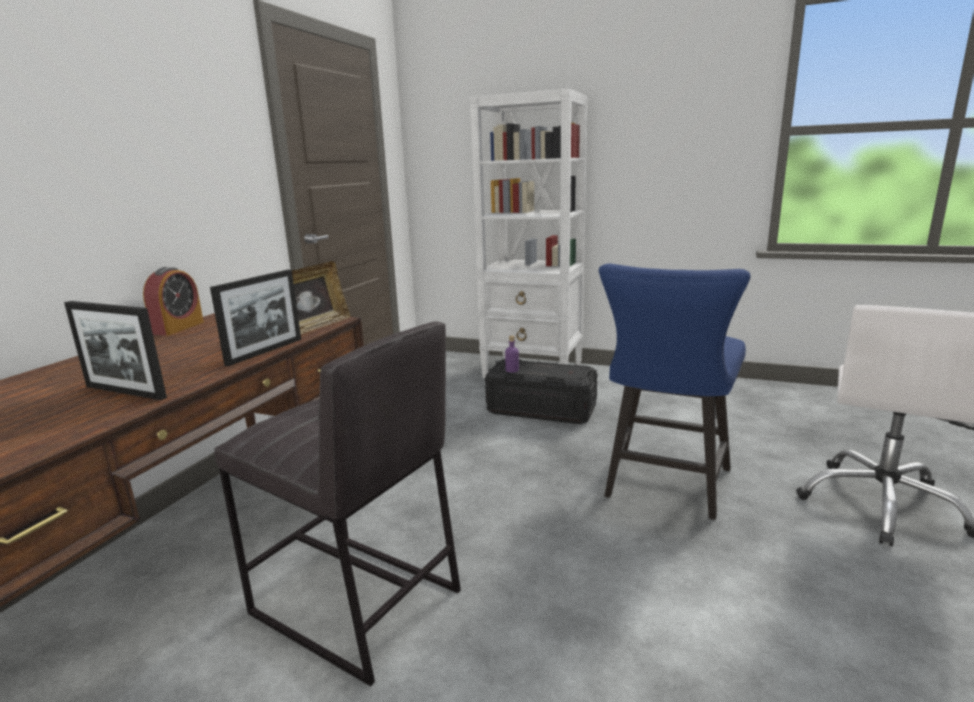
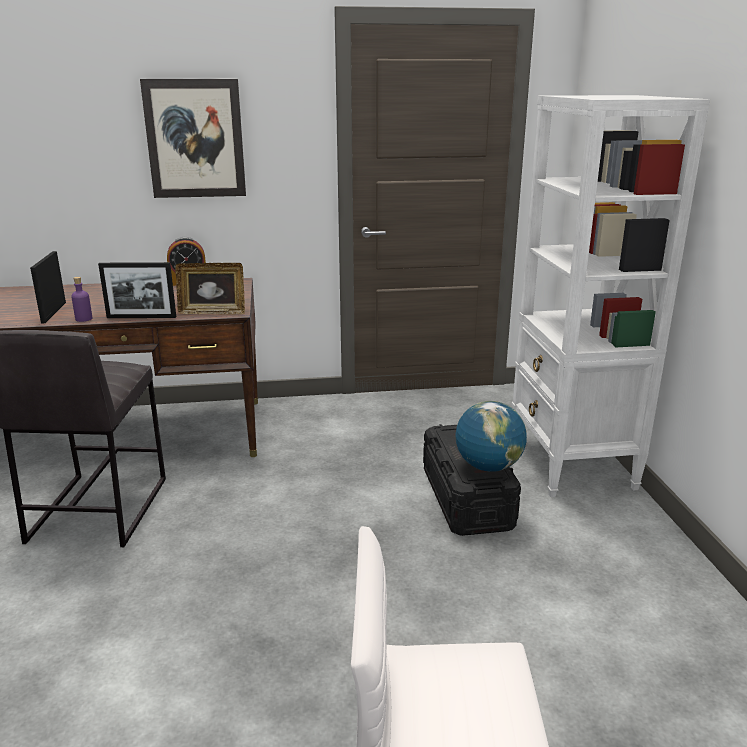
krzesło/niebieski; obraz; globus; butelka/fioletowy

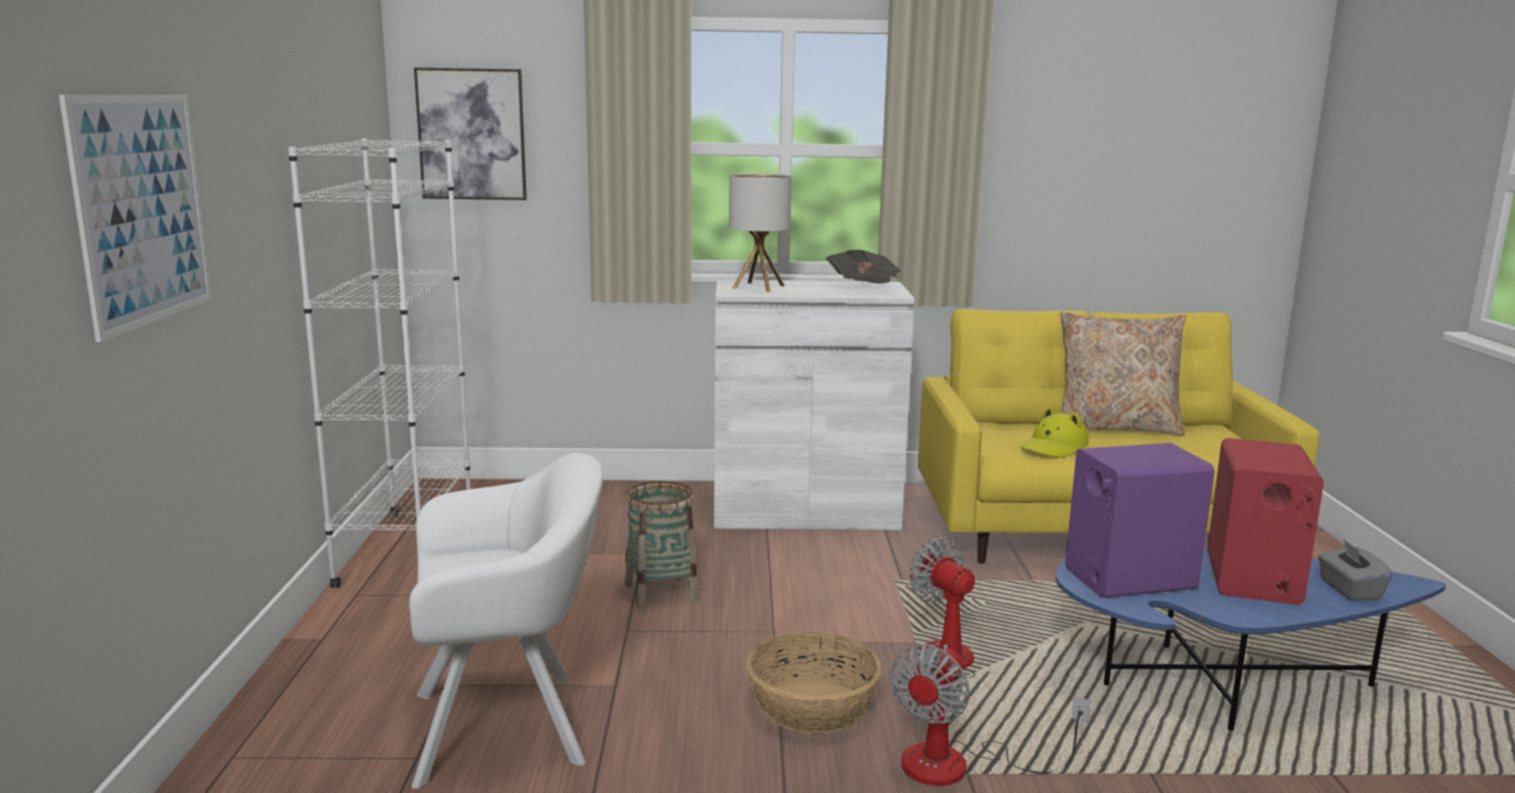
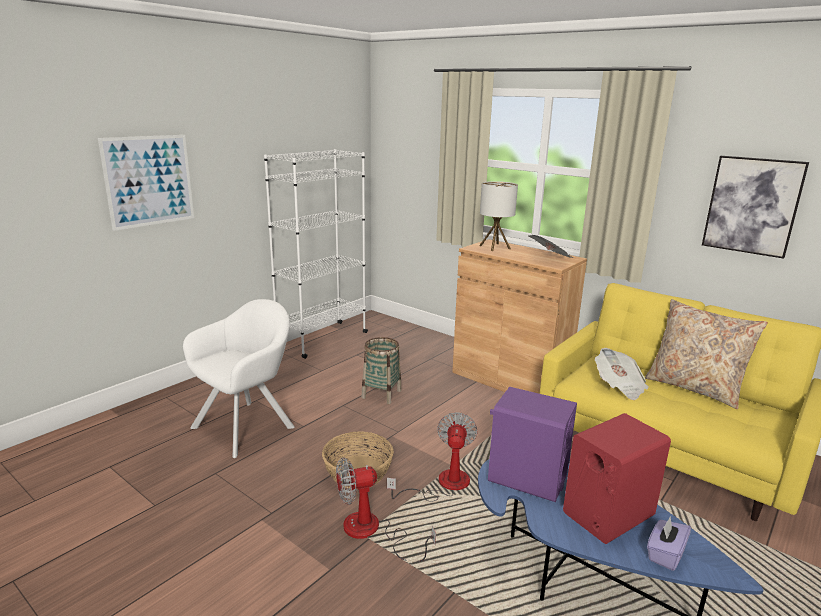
obraz (no. 2 from left); gazeta (no. 2 from left); szafka/brązowy; pudełko chusteczek/fioletowy; fotel/biały

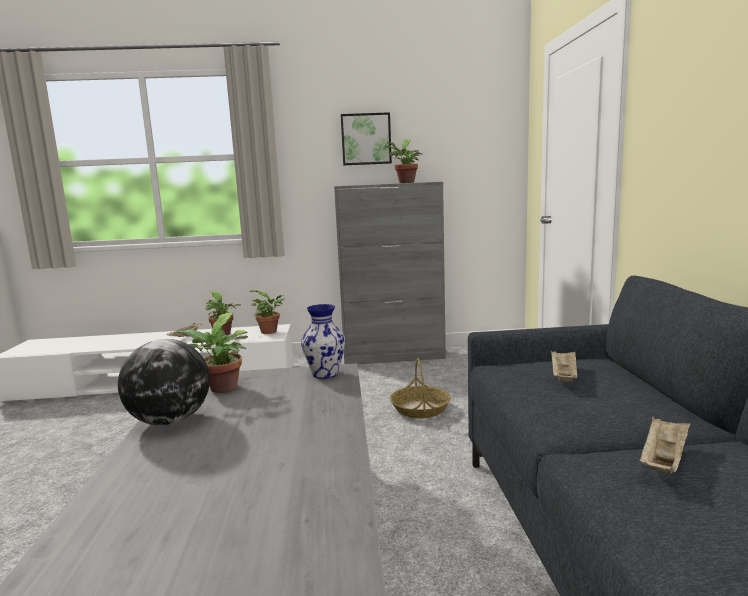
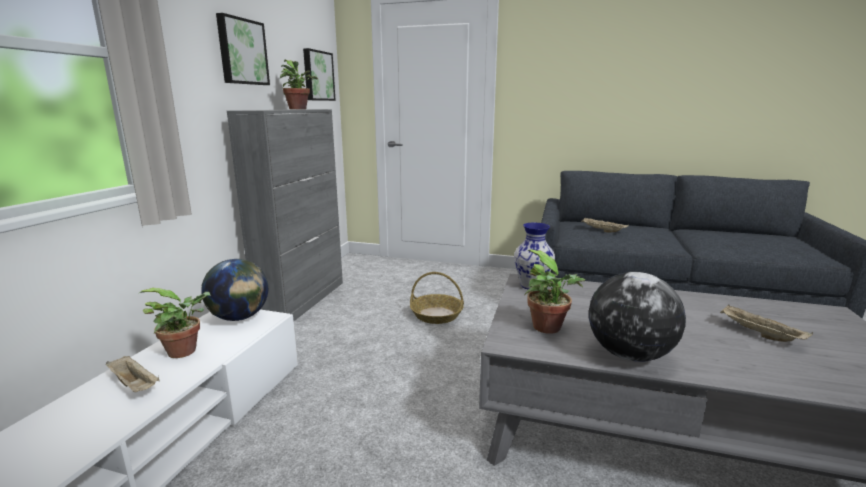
obraz (no. 2 from left); taca/beżowy (no. 3 from left); globus (no. 1 from left)

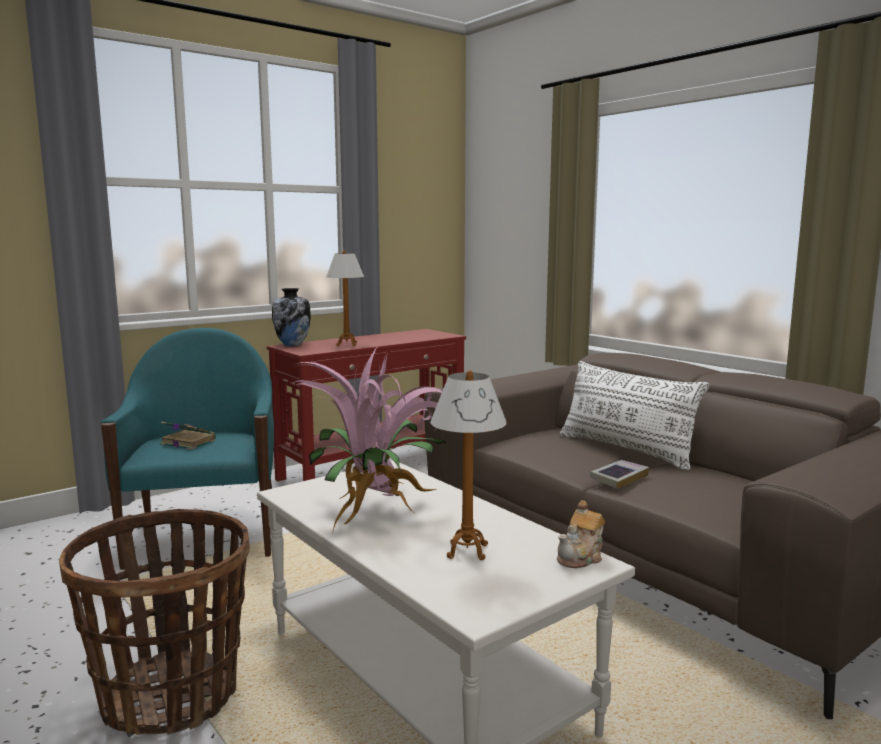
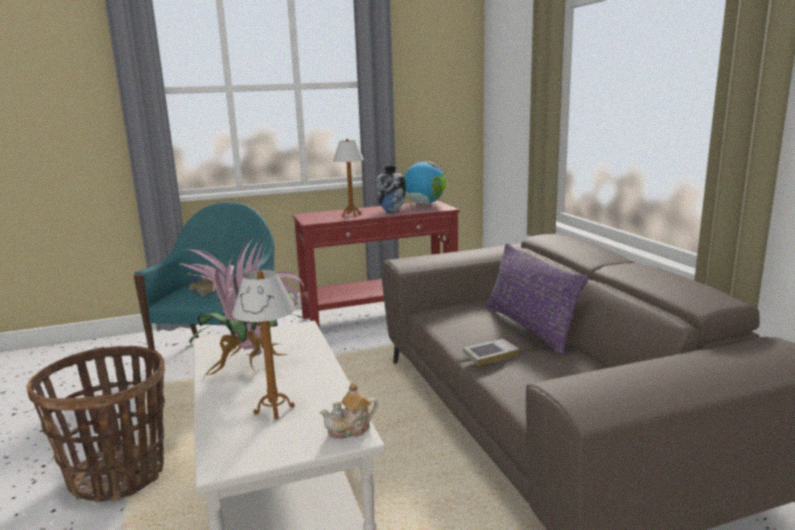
globus; wazon; poduszka/fioletowy

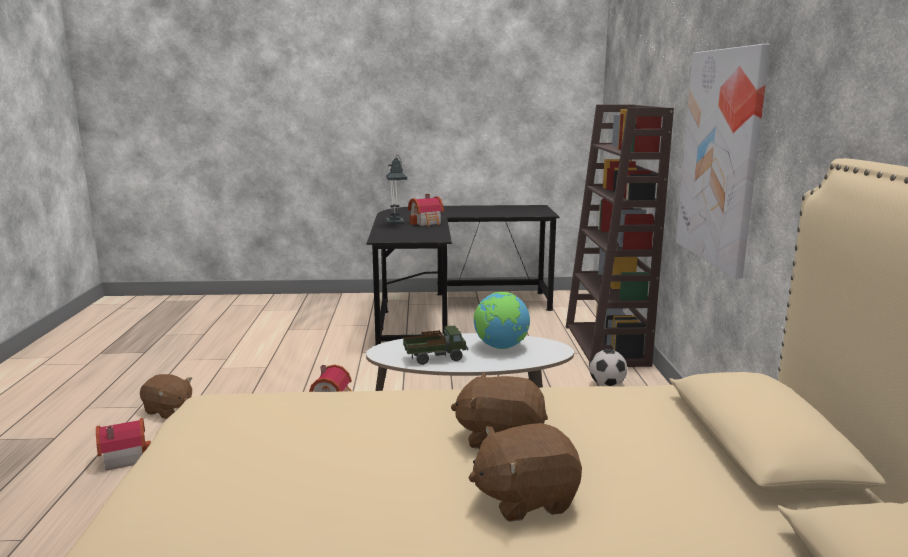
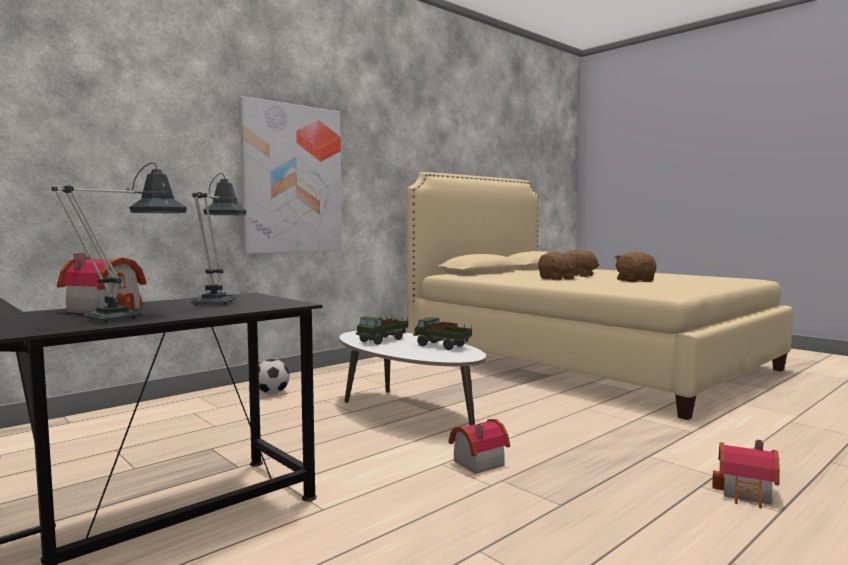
regał/brązowy; lampa stołowa (no. 2 from left); pluszak/brązowy (no. 3 from left); ciężarówka zabawkowa (no. 1 from left)

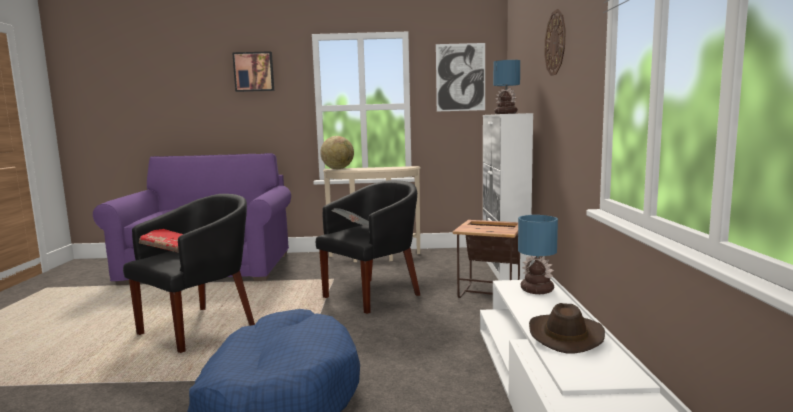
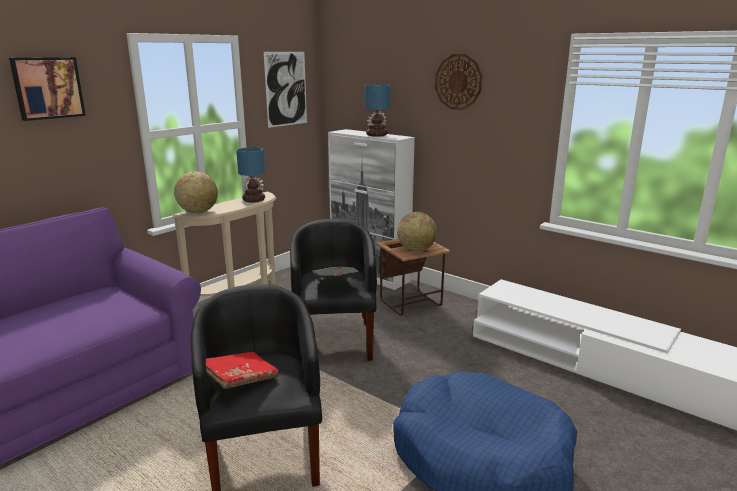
kapelusz/brązowy; globus (no. 2 from left); lampa stołowa (no. 1 from left)

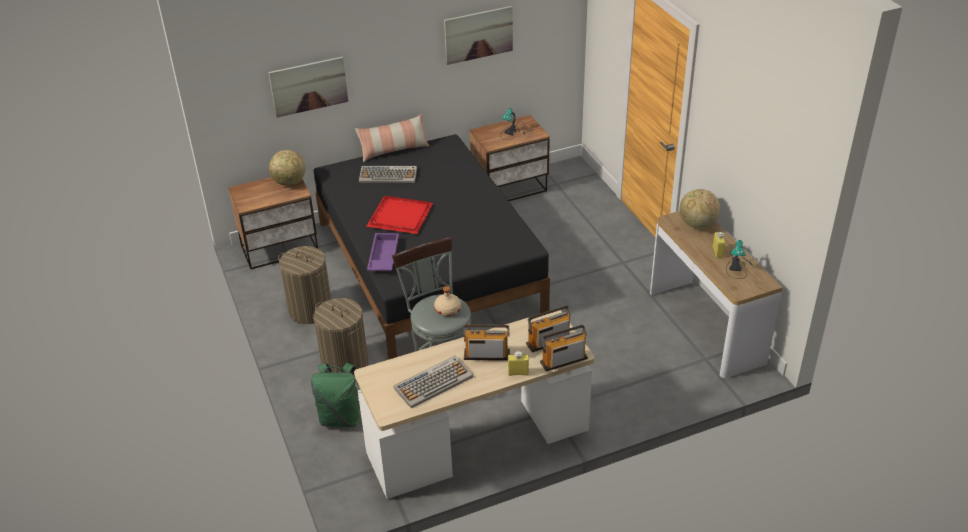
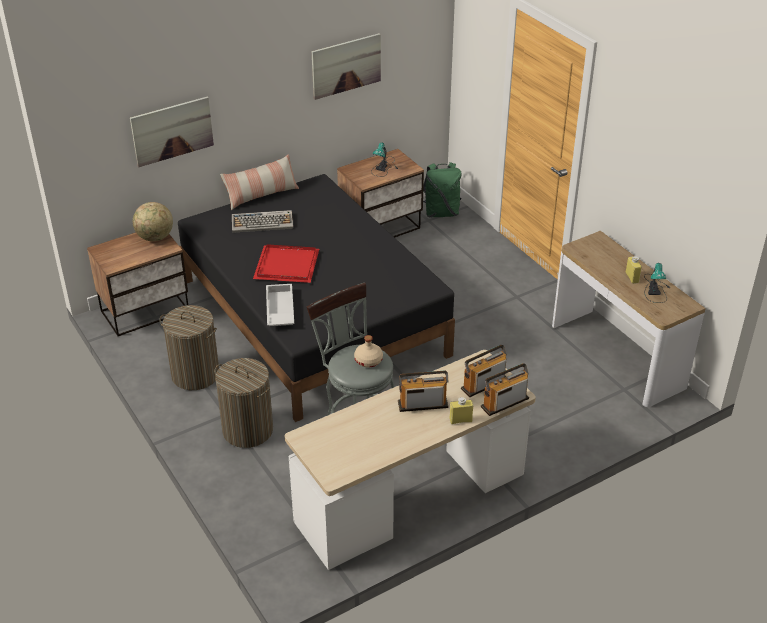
klawiatura (no. 2 from left in the first image); globus (no. 2 from left in the first image); plecak/zielony; taca/biały

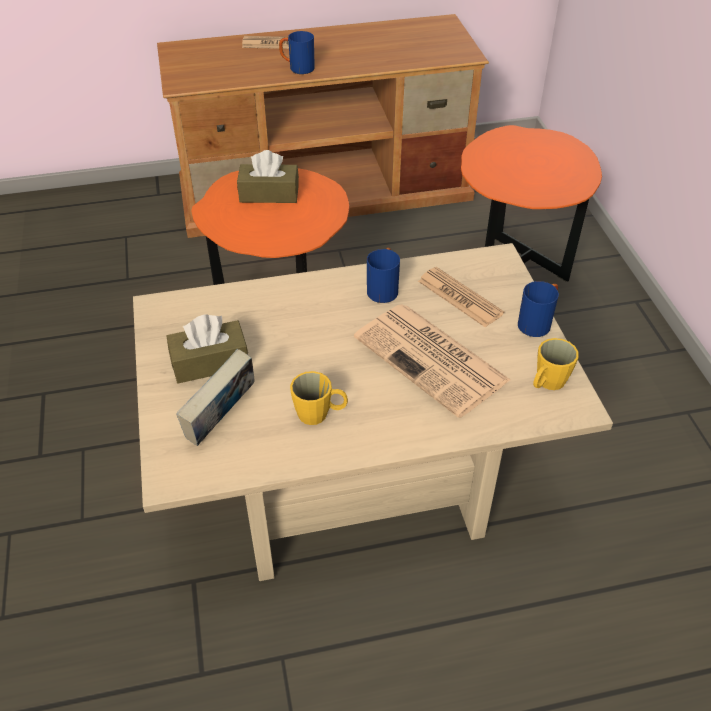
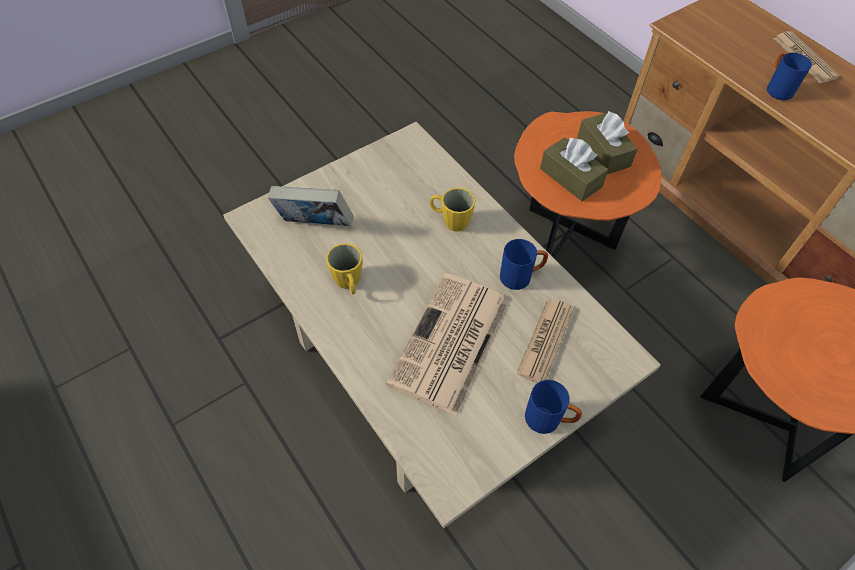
pudełko chusteczek/brązowy (no. 1 from left); kubek/żółty (no. 2 from left)

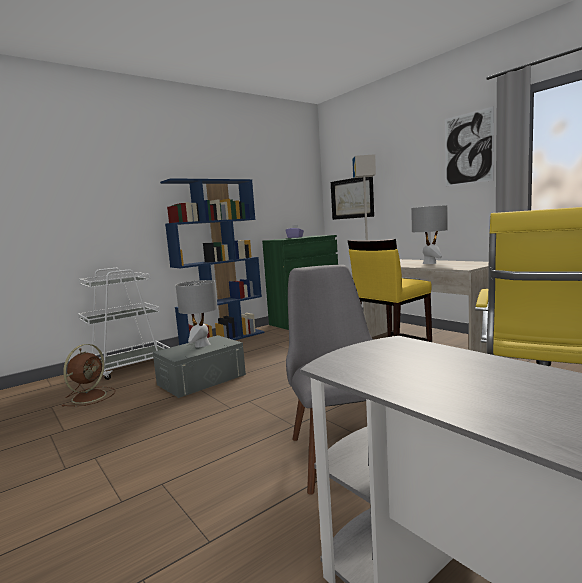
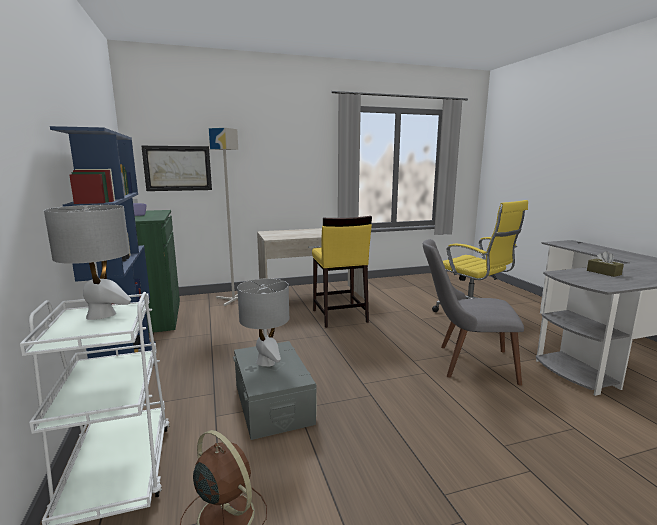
obraz (no. 2 from left in the first image); pudełko chusteczek/brązowy; lampa stołowa/szary (no. 1 from left)

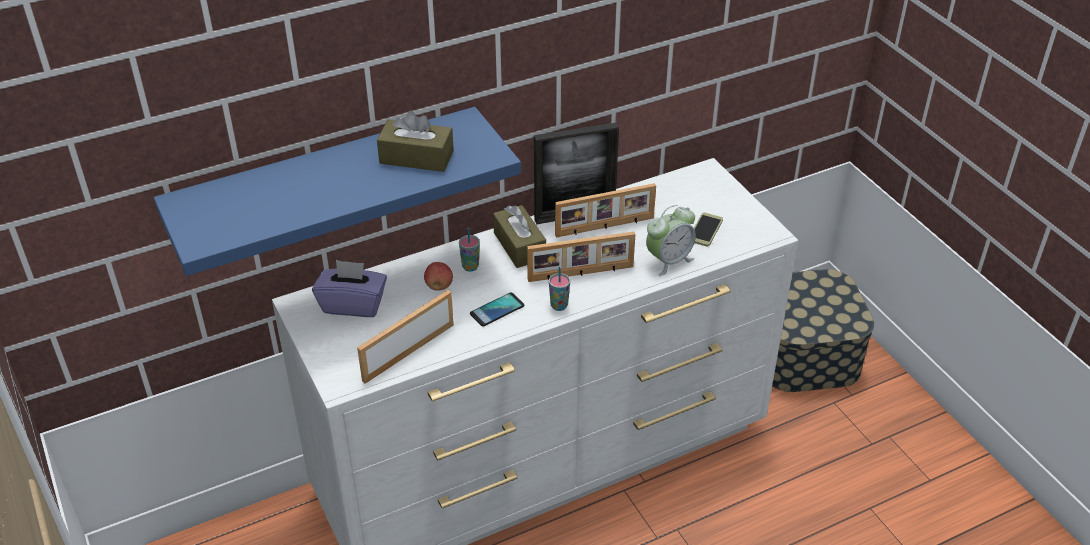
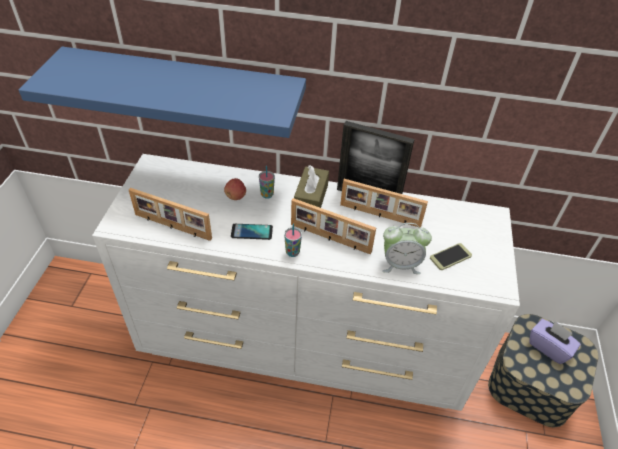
pudełko chusteczek/brązowy (no. 1 from left in the first image); pudełko chusteczek/fioletowy; ramka na zdjęcie (no. 1 from left)

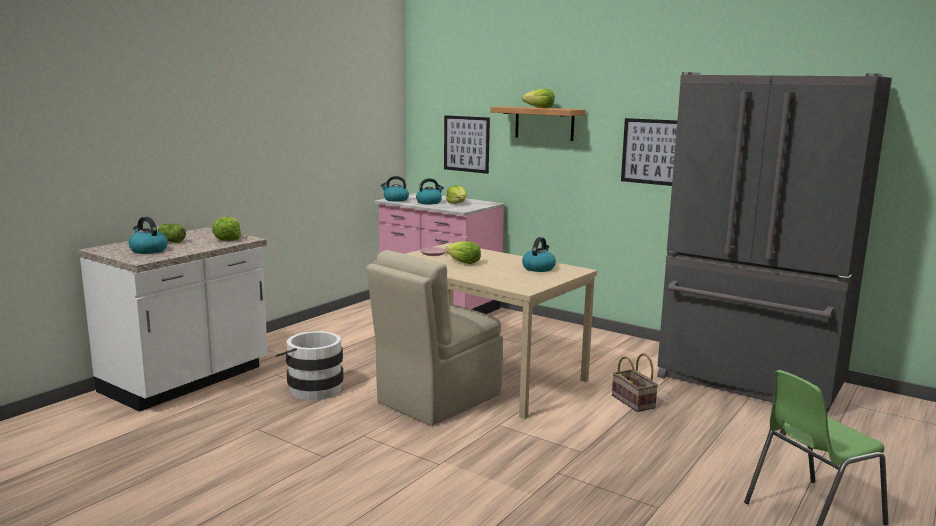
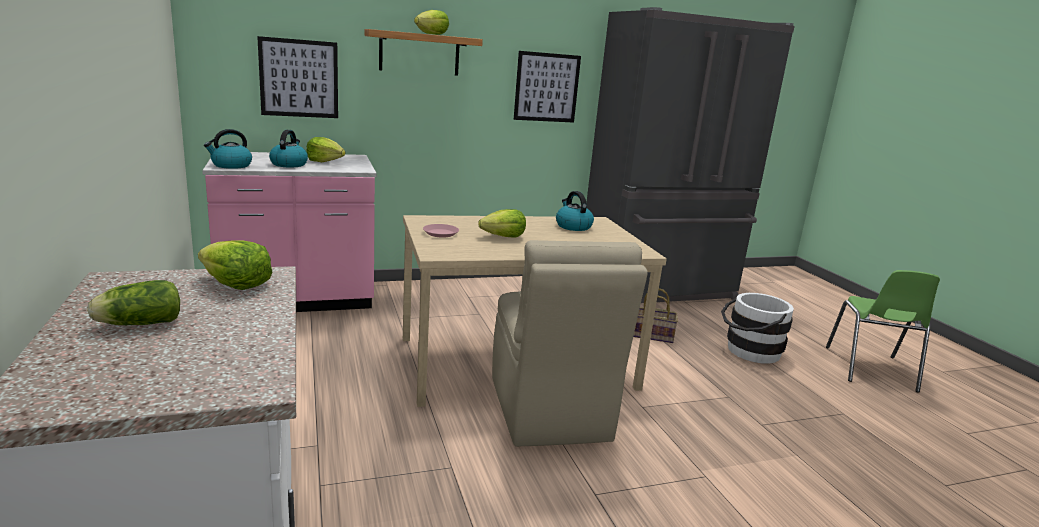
czajnik (no. 1 from left in the first image); wiadro/biały

